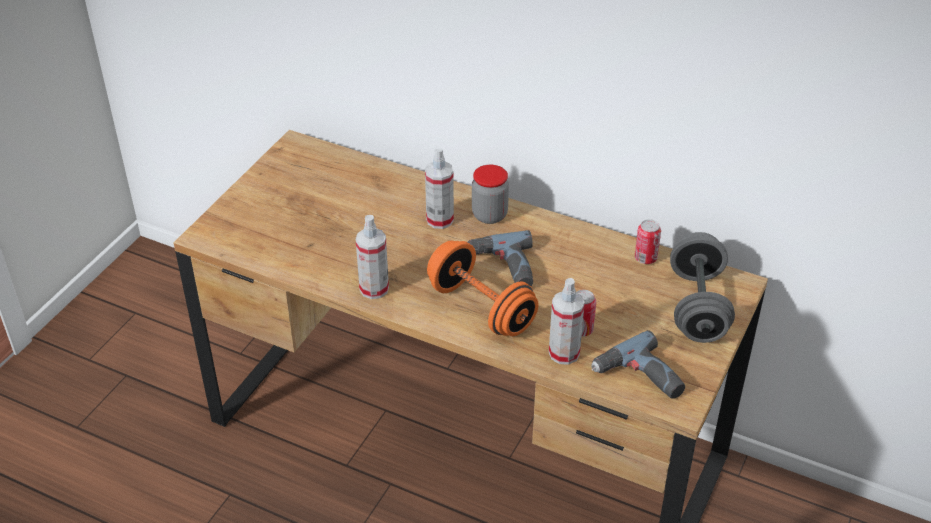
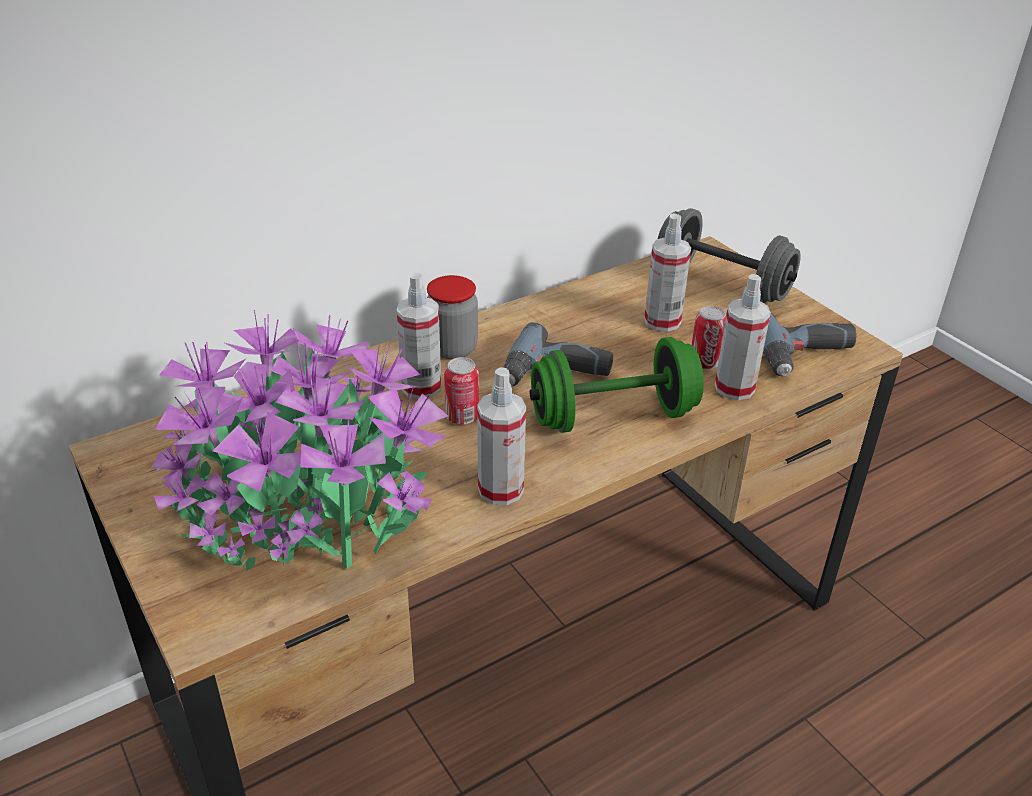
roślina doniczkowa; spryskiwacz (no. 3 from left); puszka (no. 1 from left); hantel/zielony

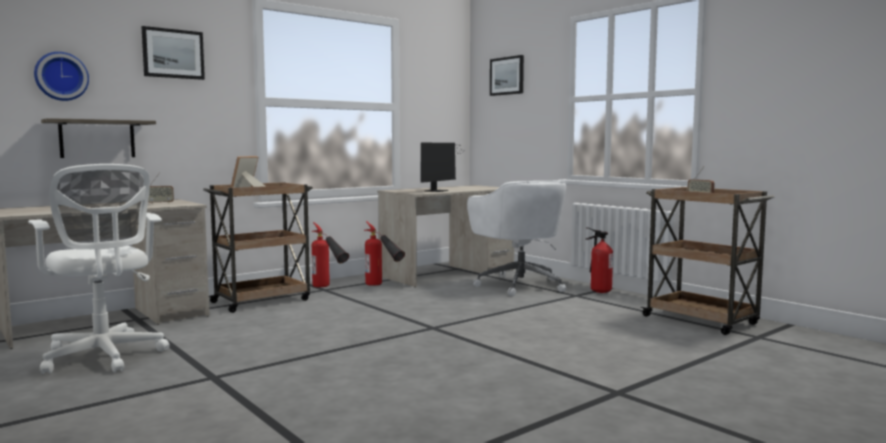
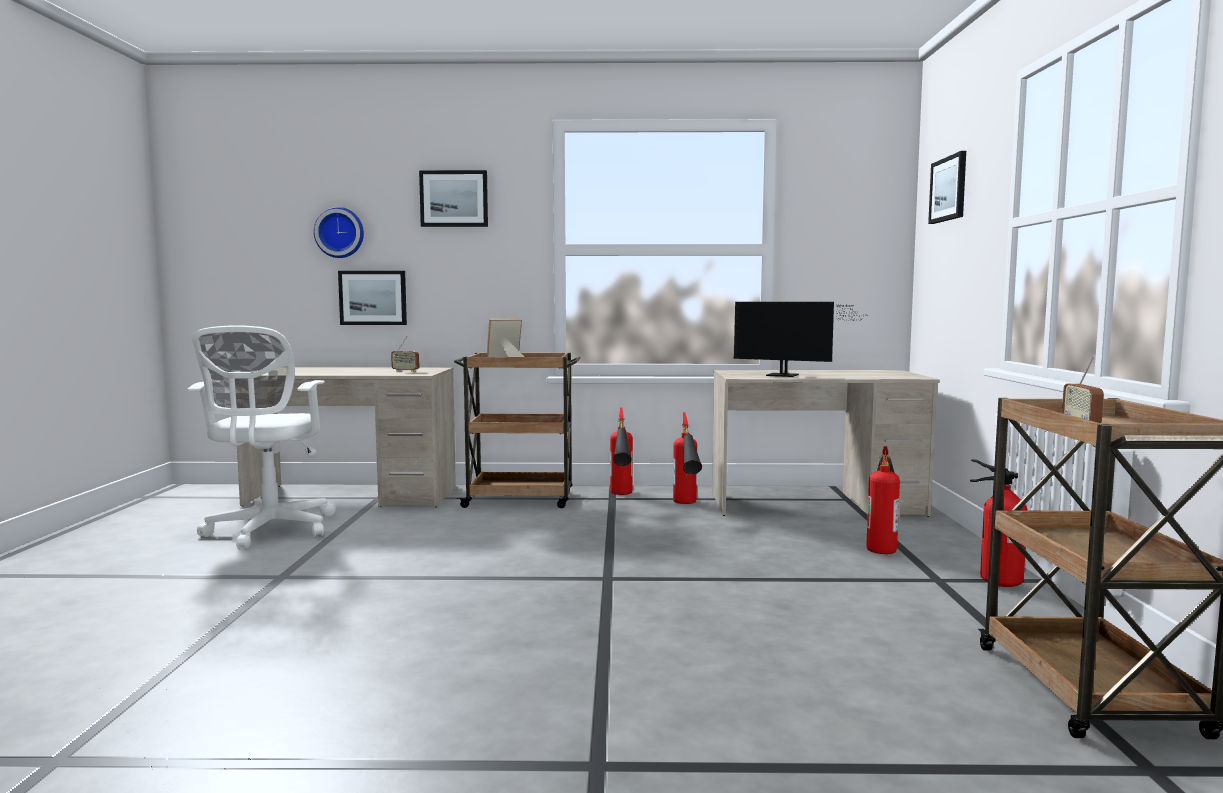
obraz (no. 1 from left); gaśnica (no. 3 from left); monitor

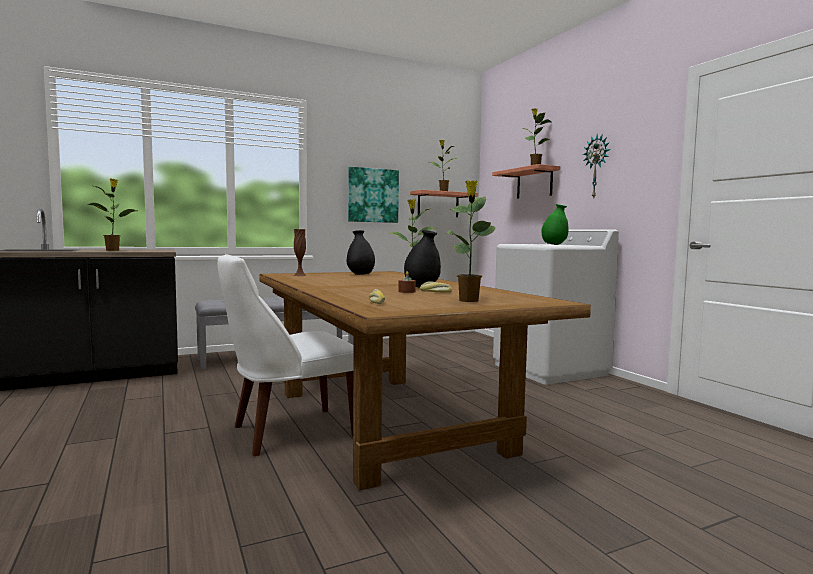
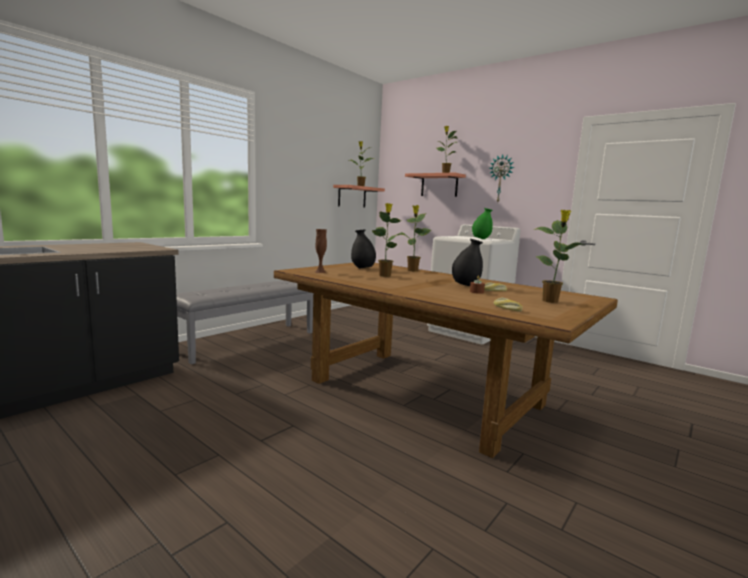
krzesło/biały; obraz; roślina doniczkowa (no. 2 from left)

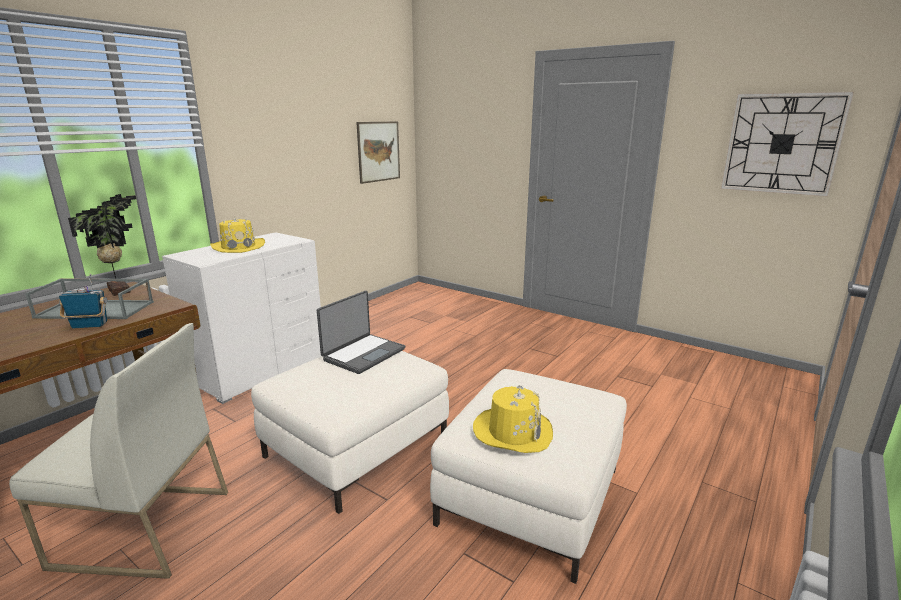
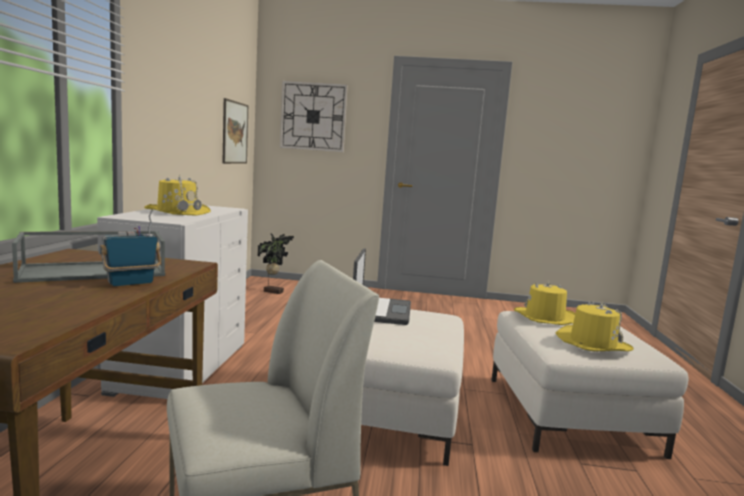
kapelusz/żółty (no. 2 from left); roślina doniczkowa; zegar ścienny

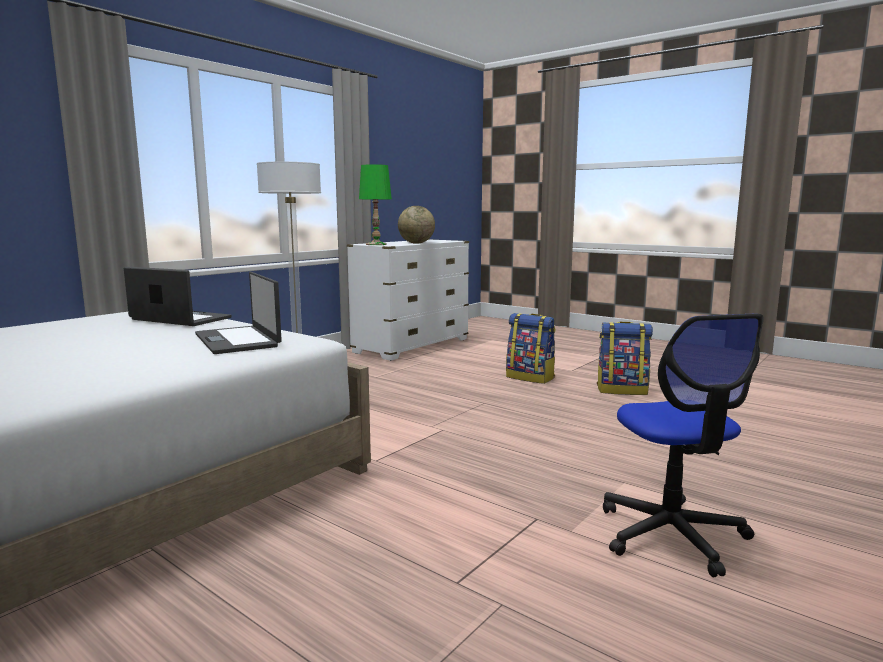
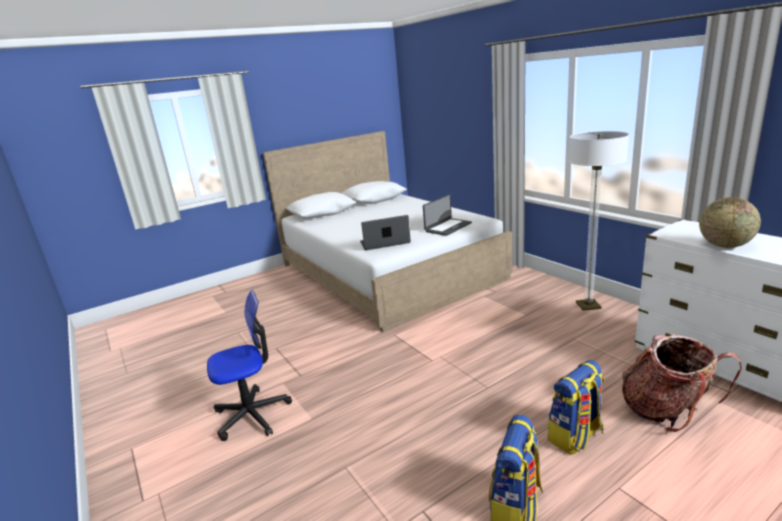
lampa stołowa/zielony; plecak (no. 3 from left); krzesło biurowe

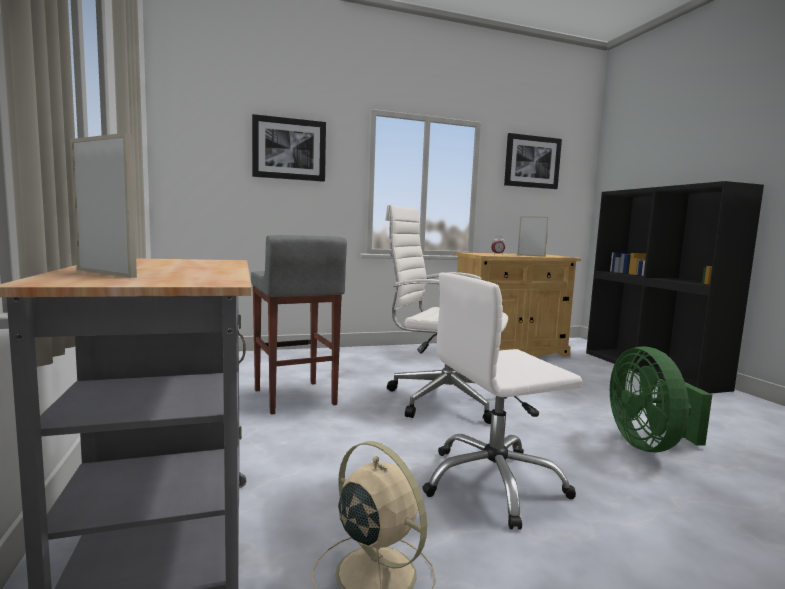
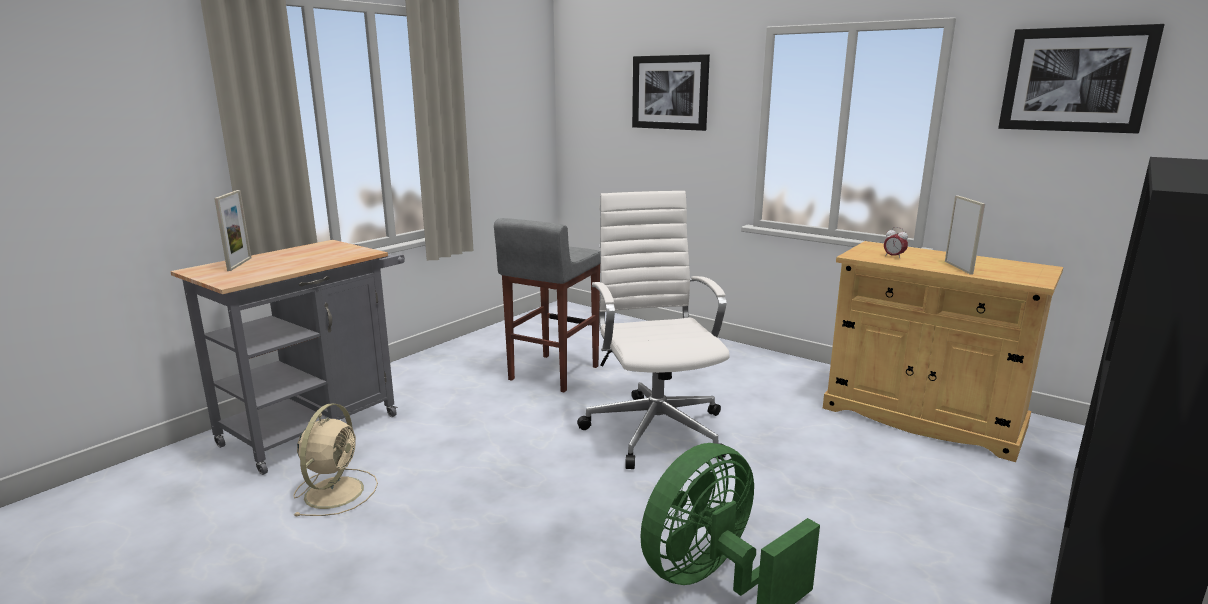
krzesło biurowe/biały (no. 2 from left in the first image)

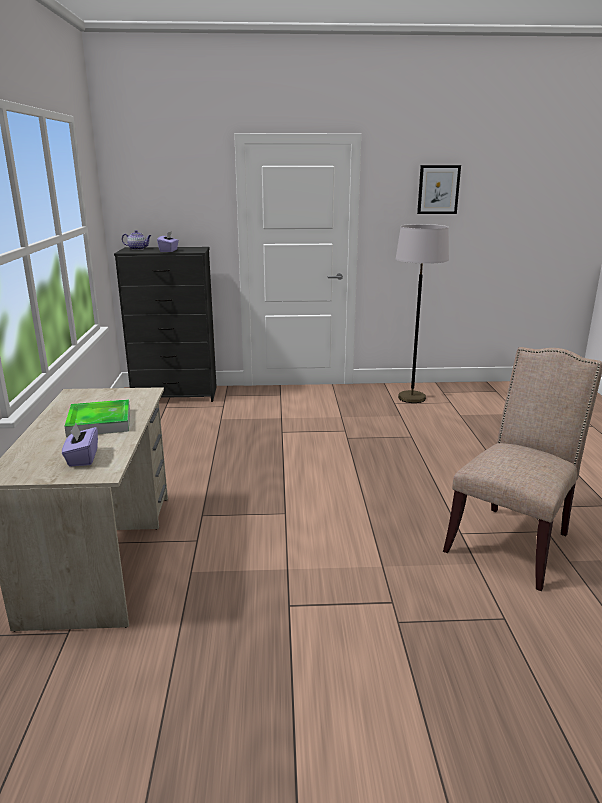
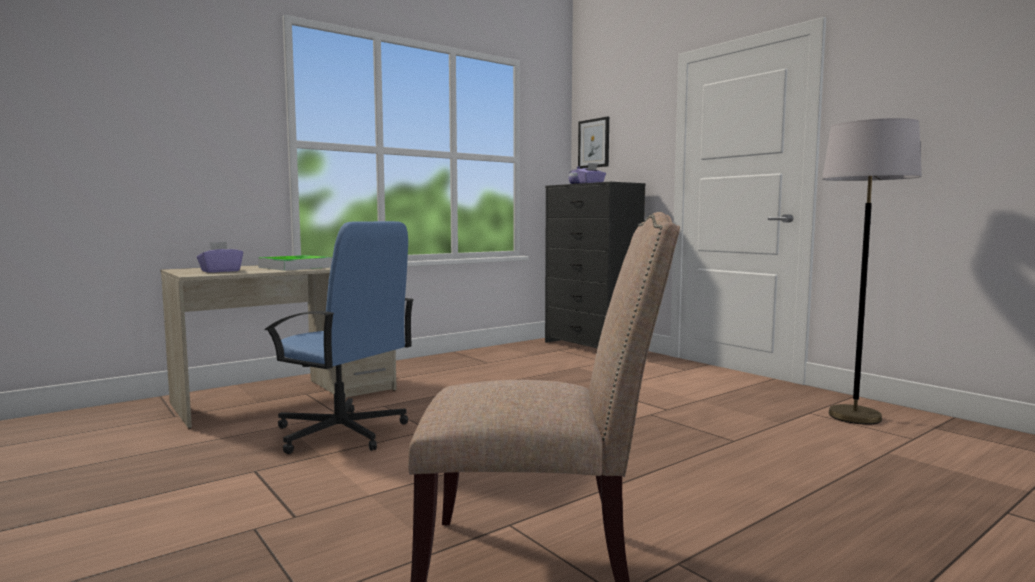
krzesło biurowe/niebieski; obraz

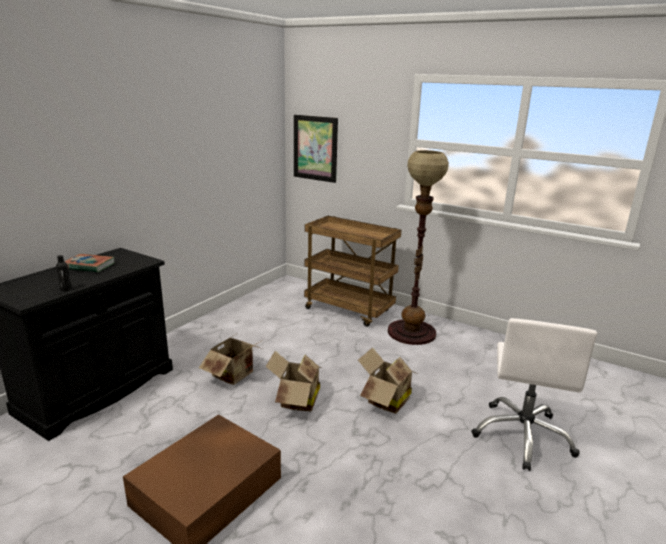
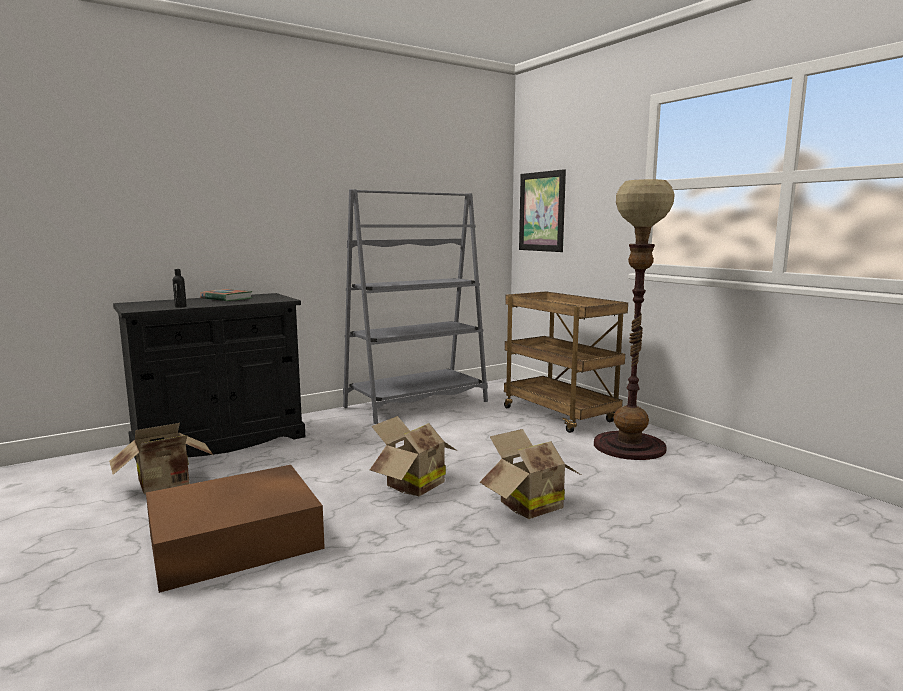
krzesło biurowe/biały; regał/szary; karton (no. 1 from left)

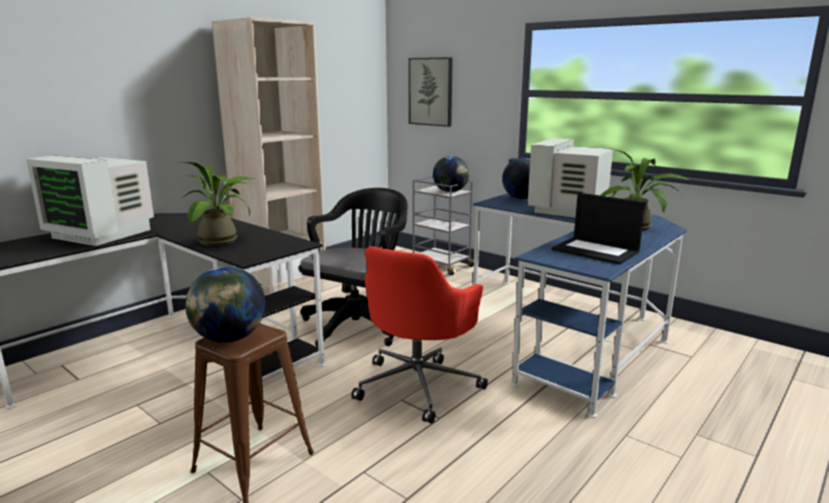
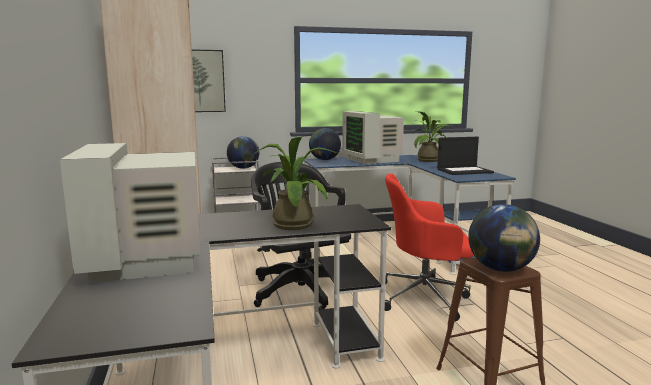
monitor (no. 1 from left); krzesło biurowe/czerwony

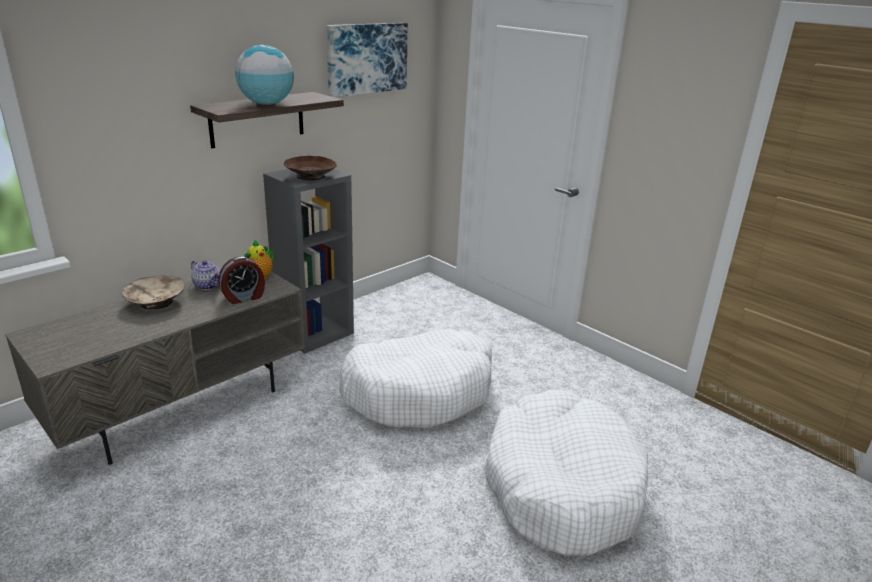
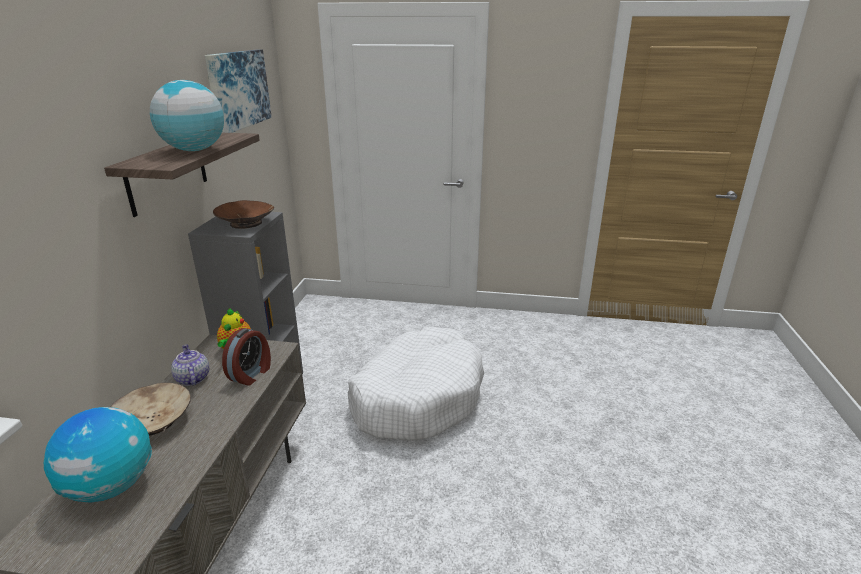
legowisko/biały (no. 2 from left in the first image); globus (no. 1 from left); imbryk (no. 1 from left)

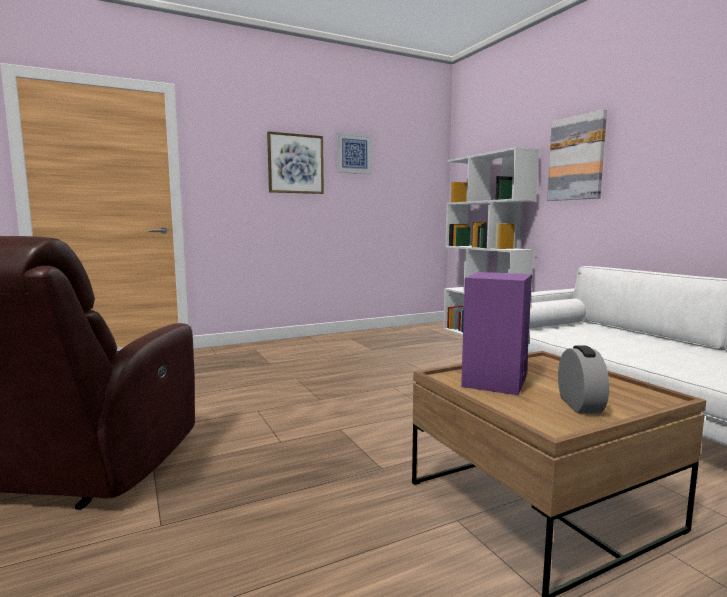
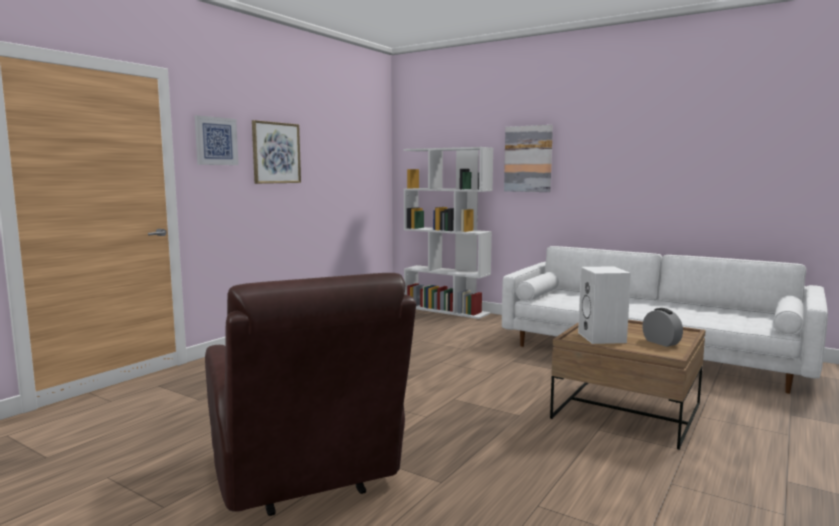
obraz (no. 1 from left); głośnik/biały

